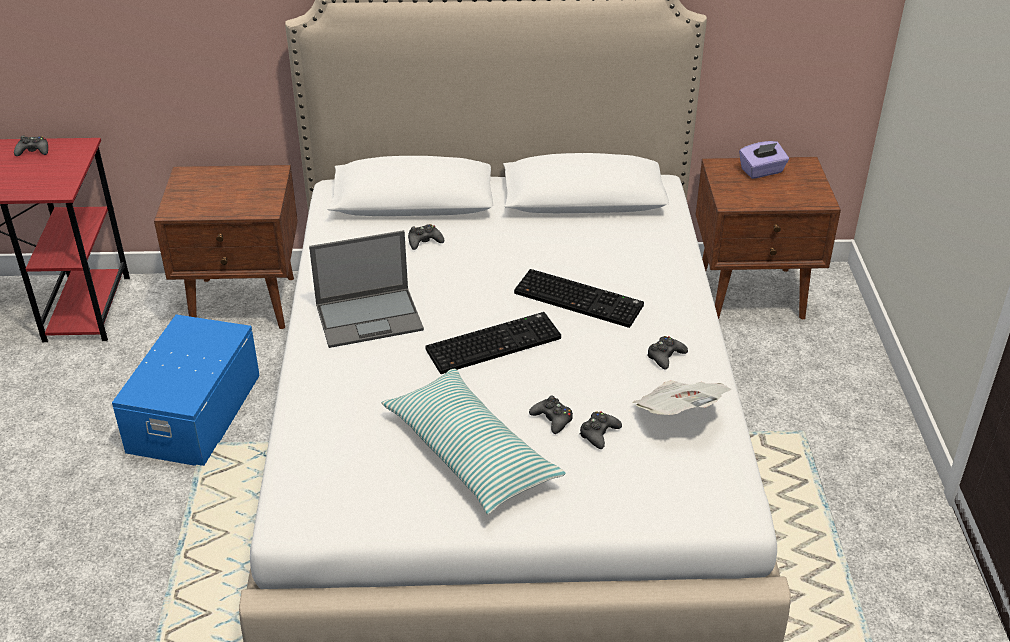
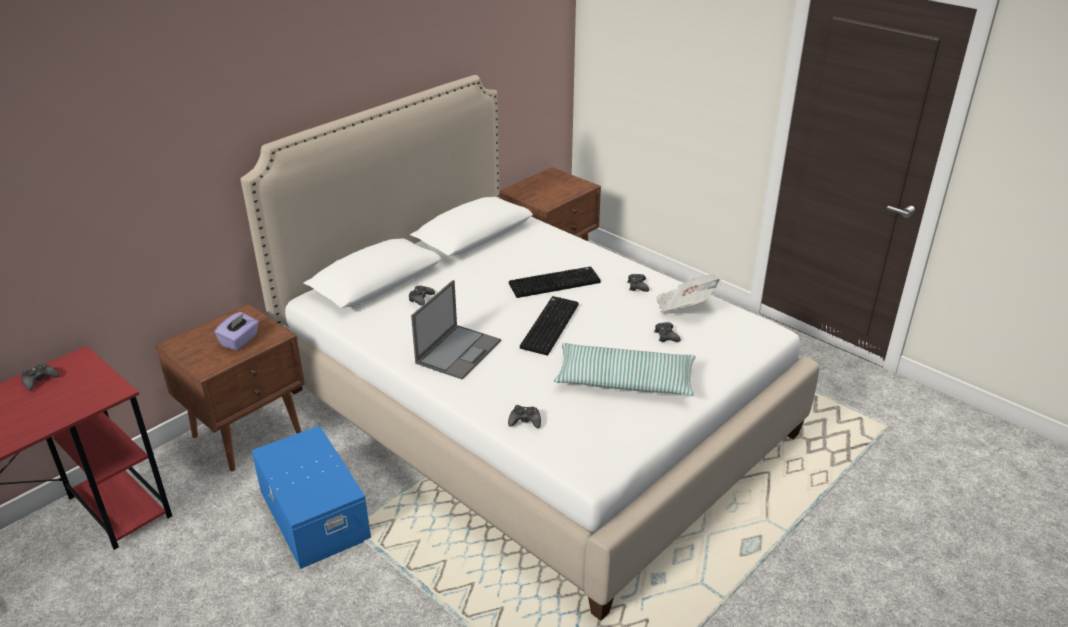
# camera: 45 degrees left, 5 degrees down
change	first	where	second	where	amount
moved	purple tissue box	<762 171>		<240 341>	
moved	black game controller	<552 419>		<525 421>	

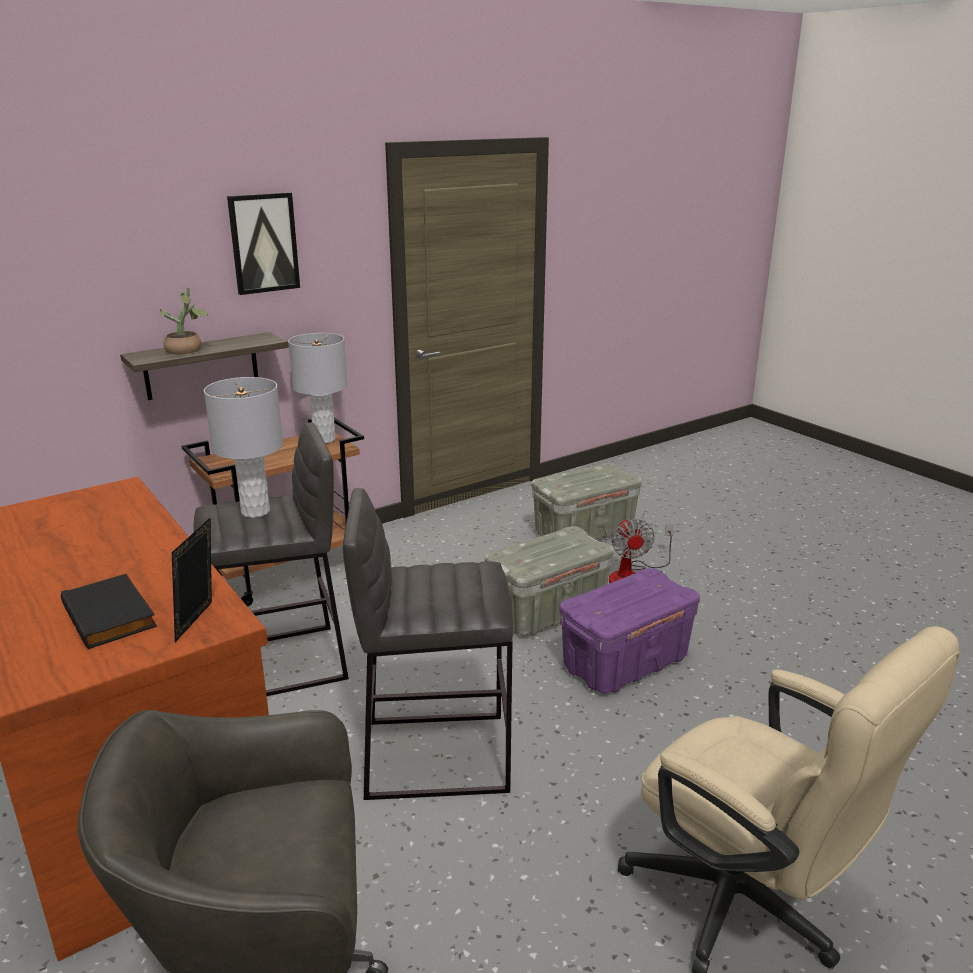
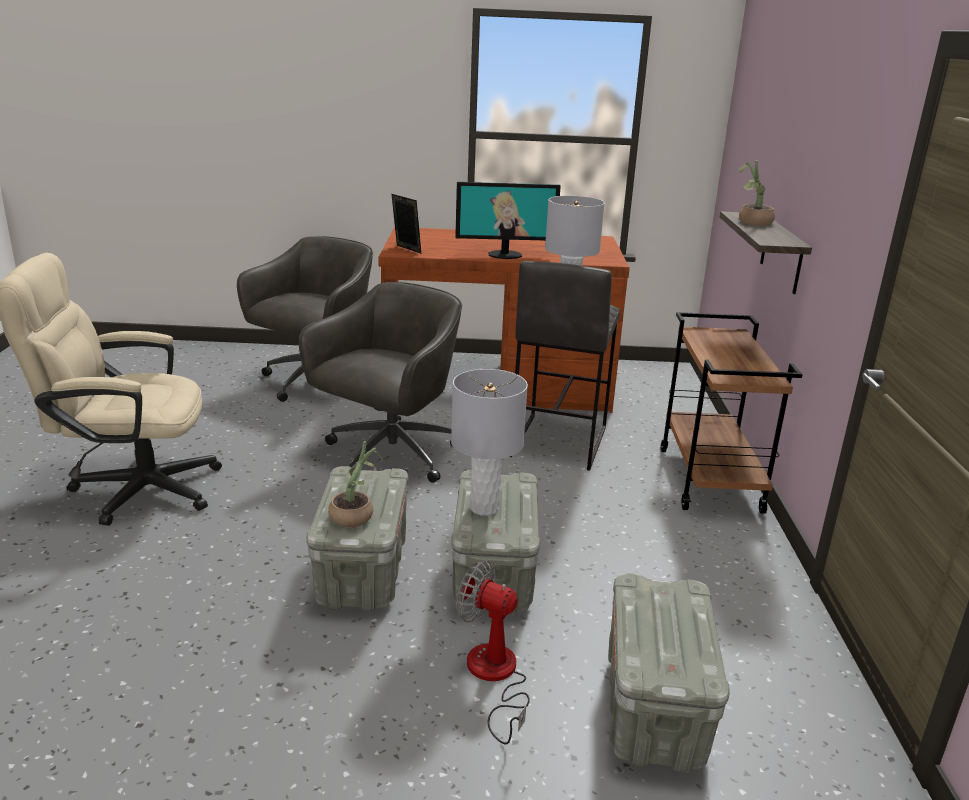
# camera: 125 degrees right, 0 degrees up
change	first	where	second	where	amount
replaced	grey stool	<434 754>	grey office chair	<389 456>	
recoloured	purple storage box	<625 663>	grey storage box	<362 573>	
added			potted plant	<356 515>	
moved	grey table lamp	<324 439>		<483 508>	
added			monitor	<505 254>	
removed	black book	<112 615>			
removed	picture	<263 243>			

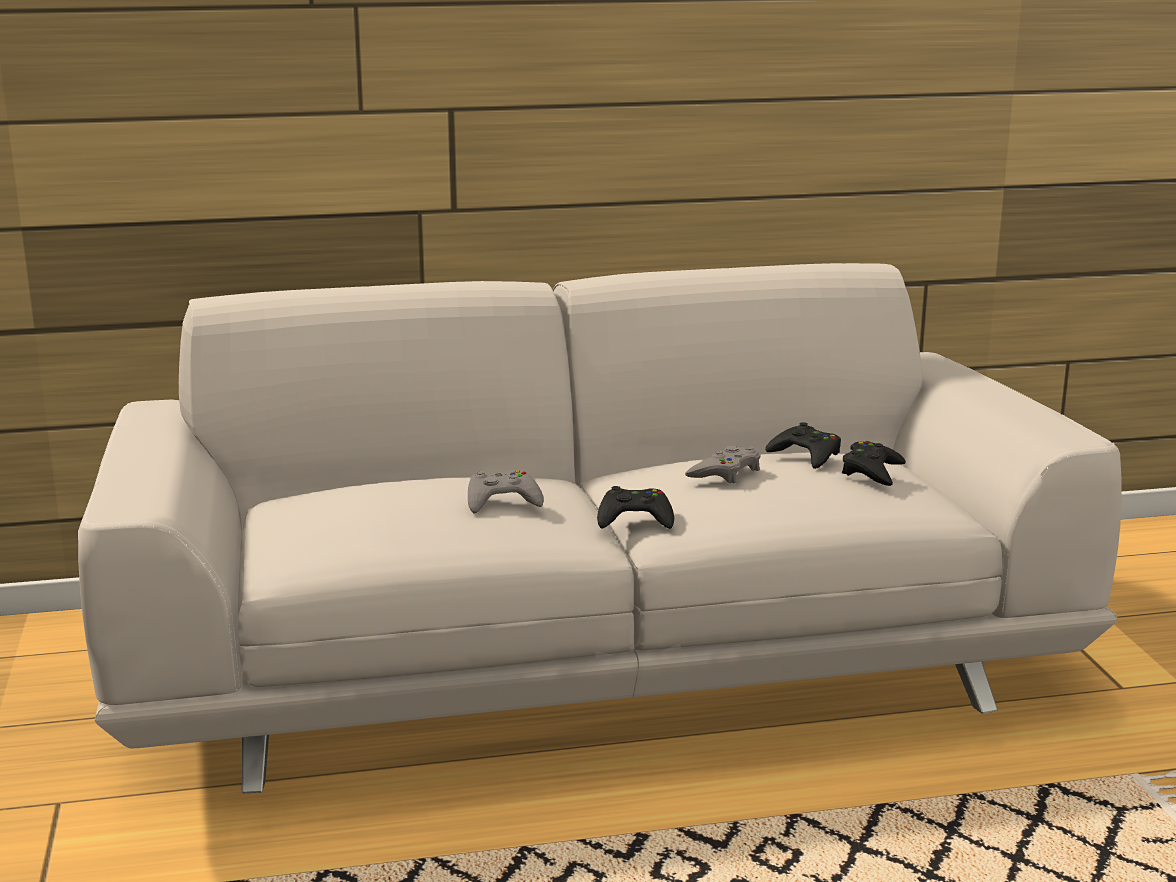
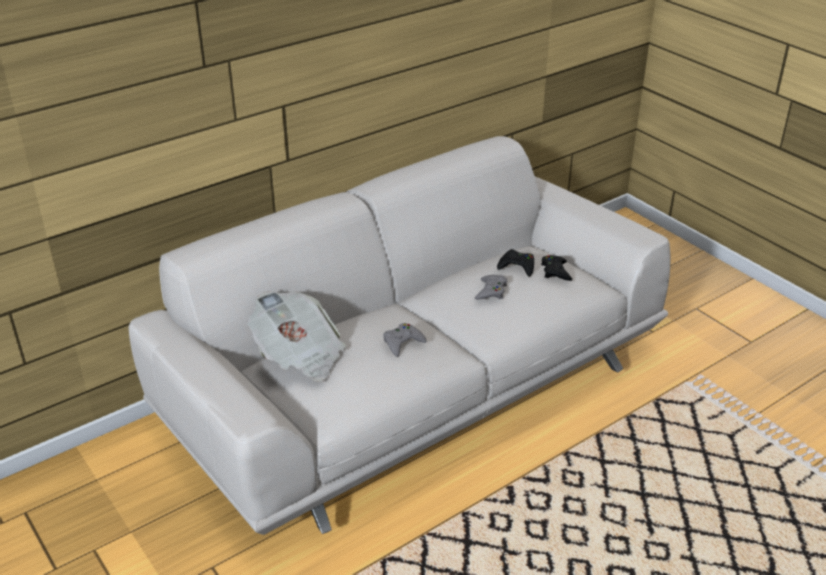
# camera: 25 degrees left, 15 degrees up
change	first	where	second	where	amount
added			newspaper	<299 355>	
removed	black game controller	<635 518>			

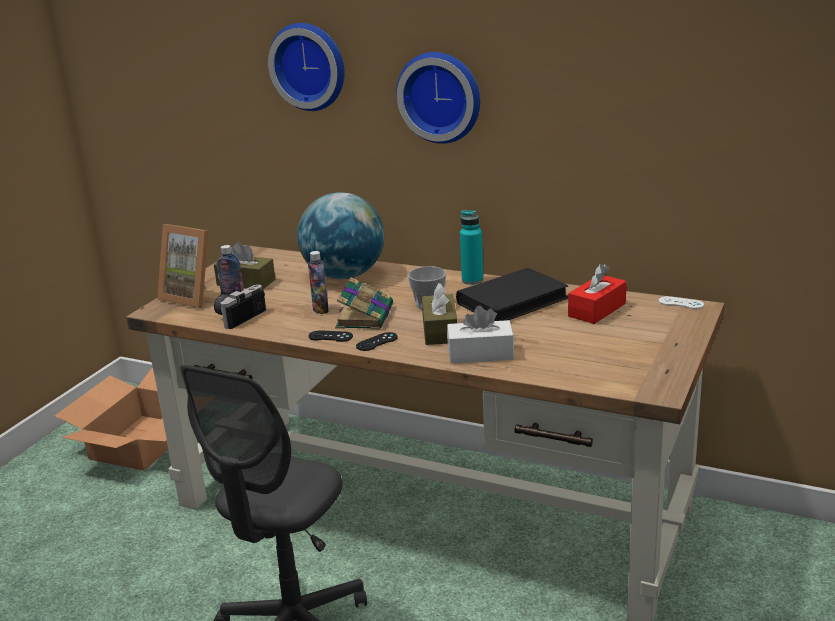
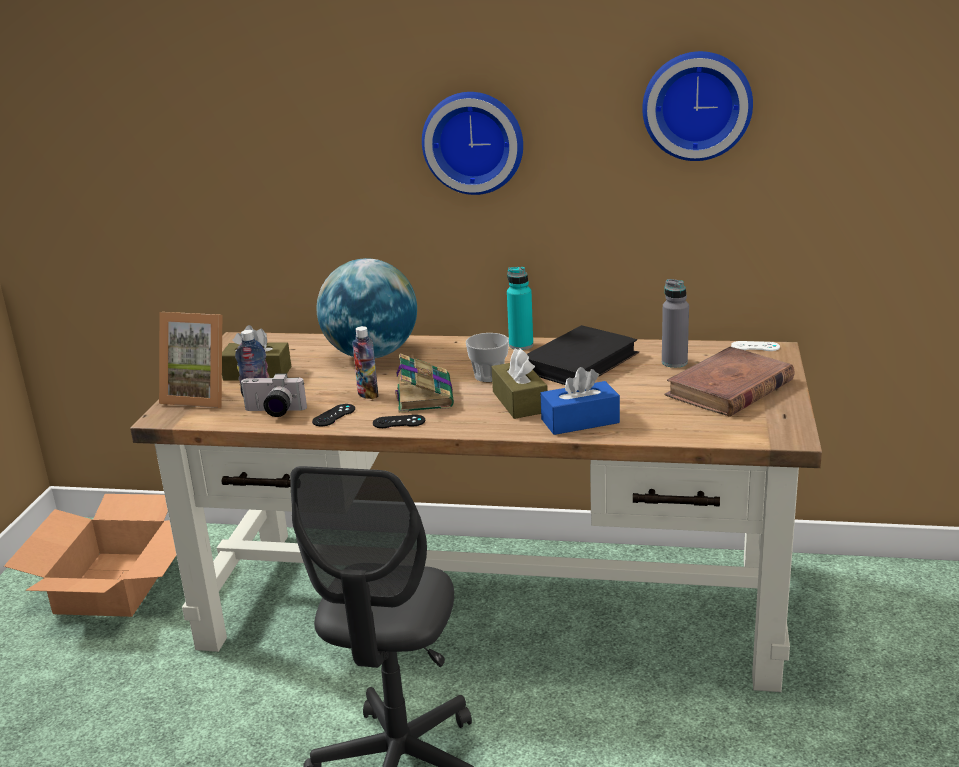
# camera: 15 degrees left, 0 degrees up
change	first	where	second	where	amount
turned	photo camera	<238 316>		<273 412>	105 degrees counterclockwise
moved	black game controller	<377 342>		<334 415>	
recoloured	white tissue box	<480 354>	blue tissue box	<580 421>	
moved	wall clock	<310 66>		<697 105>	
replaced	red tissue box	<597 310>	grey bottle	<674 362>	
added			brown book	<729 388>	

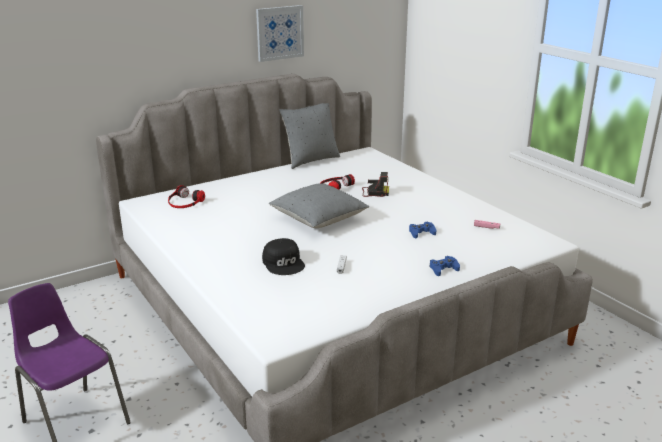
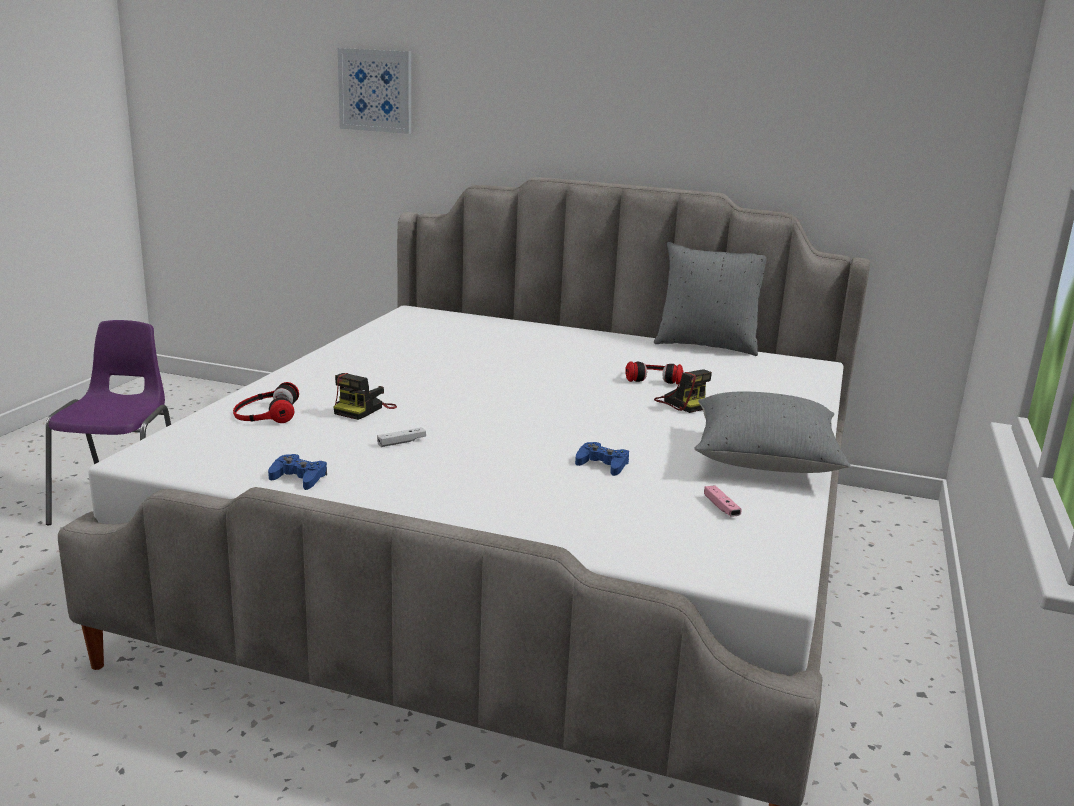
# camera: 50 degrees right, 5 degrees down
change	first	where	second	where	amount
moved	headphones	<184 202>		<265 413>	
moved	blue game controller	<443 269>		<299 478>	
replaced	black cap	<284 263>	photo camera	<364 409>	
moved	picture	<279 33>		<375 90>	
moved	grey pillow	<318 219>		<764 460>	

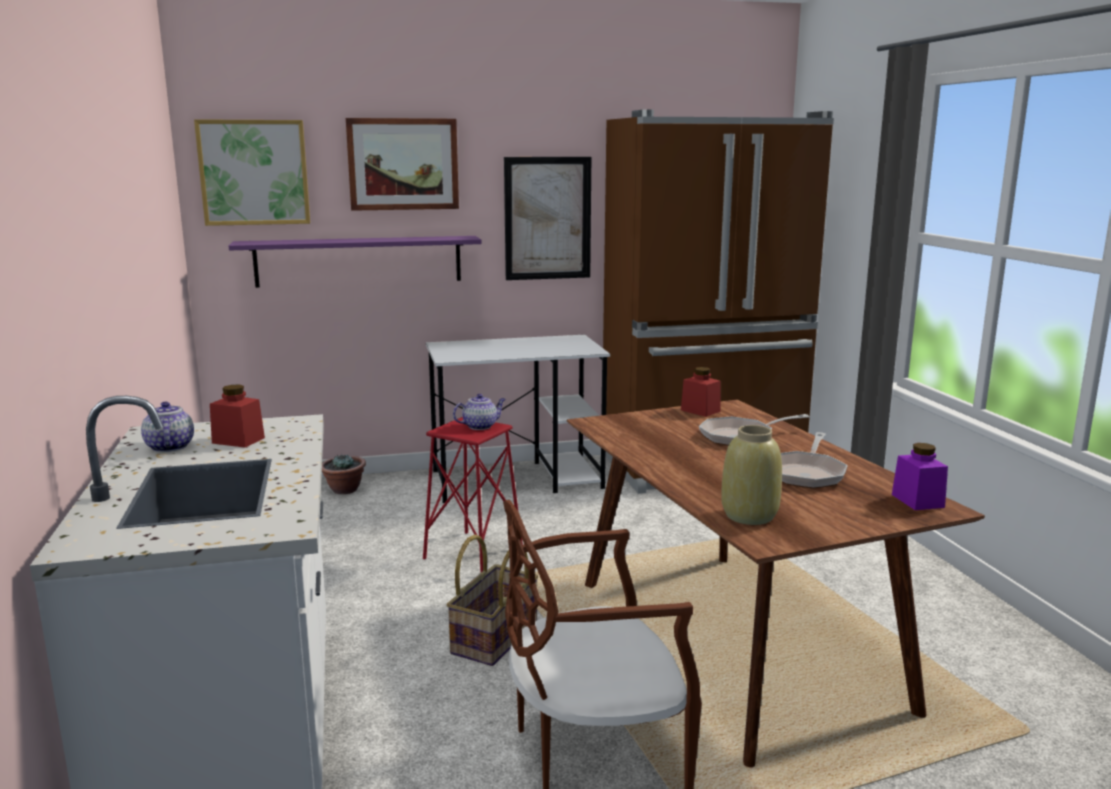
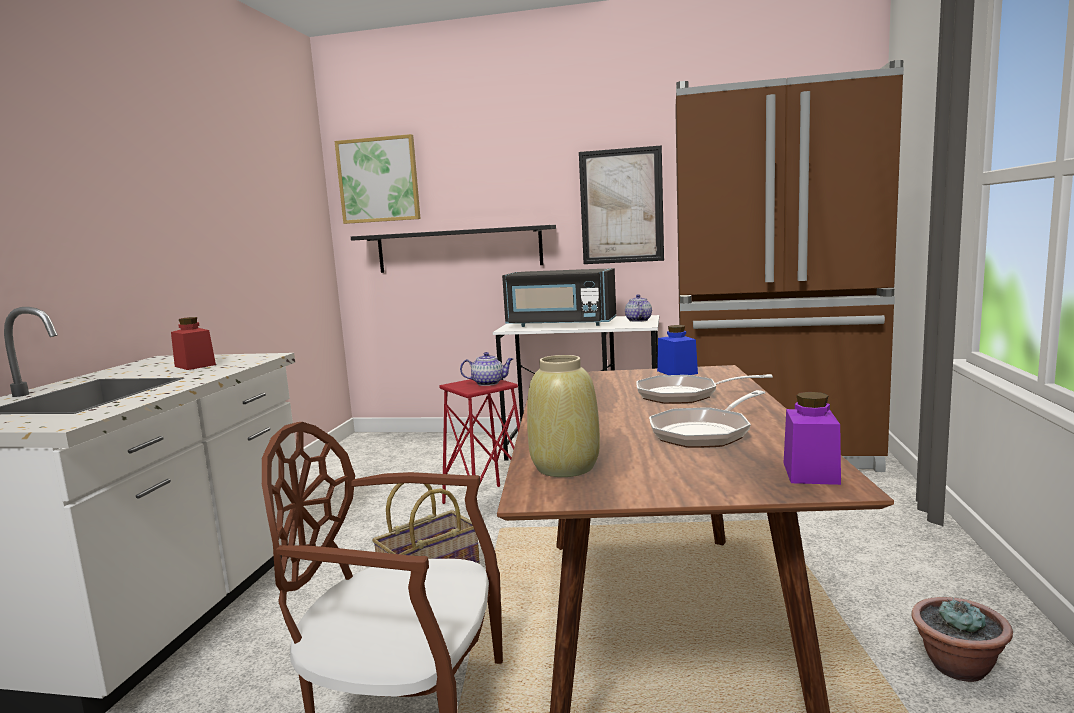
# camera: 25 degrees right, 5 degrees down
change	first	where	second	where	amount
recoloured	purple shelf	<359 261>	black shelf	<459 249>	
added			black microwave	<560 324>	
moved	teapot	<169 447>		<638 320>	
recoloured	red jar	<700 411>	blue jar	<677 372>	
moved	potted plant	<344 490>		<957 667>	
removed	picture	<403 164>			

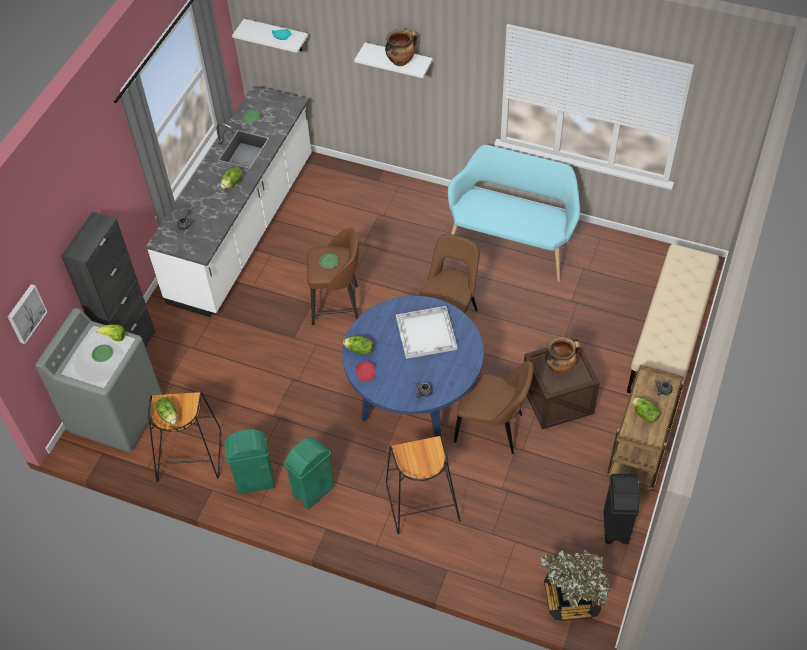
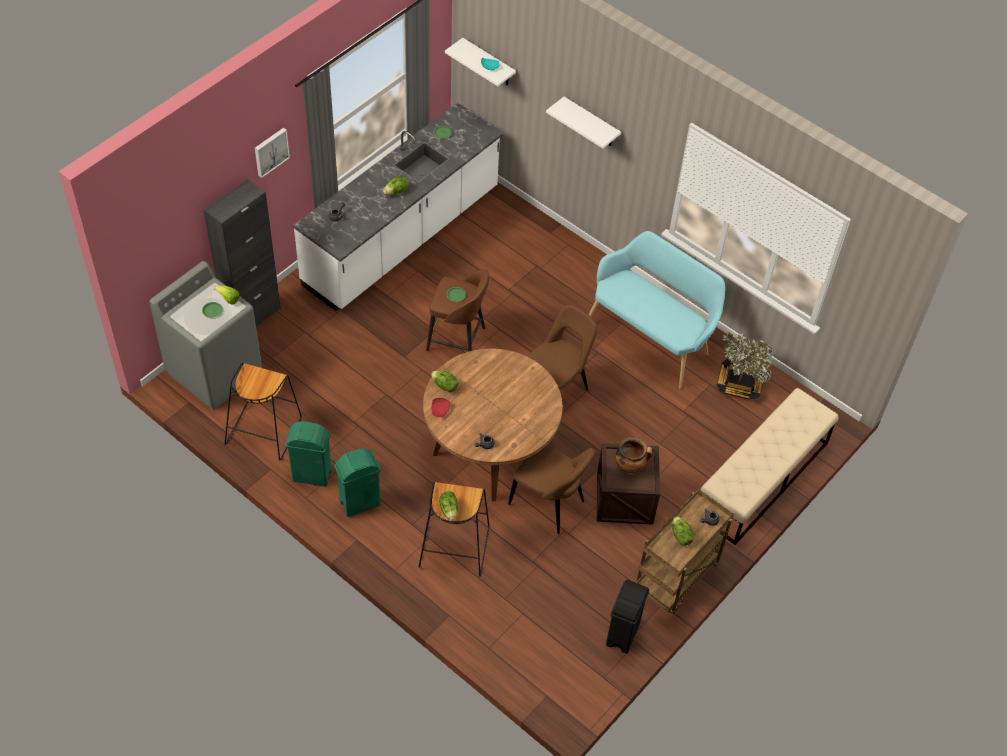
# camera: 15 degrees right, 0 degrees up
change	first	where	second	where	amount
moved	picture	<25 313>		<270 151>	
recoloured	blue dining table	<414 399>	brown dining table	<490 452>	
moved	lettuce	<168 415>		<449 509>	
moved	potted plant	<571 598>		<739 383>	
removed	cooking pot	<401 61>			
removed	white tray	<426 333>			

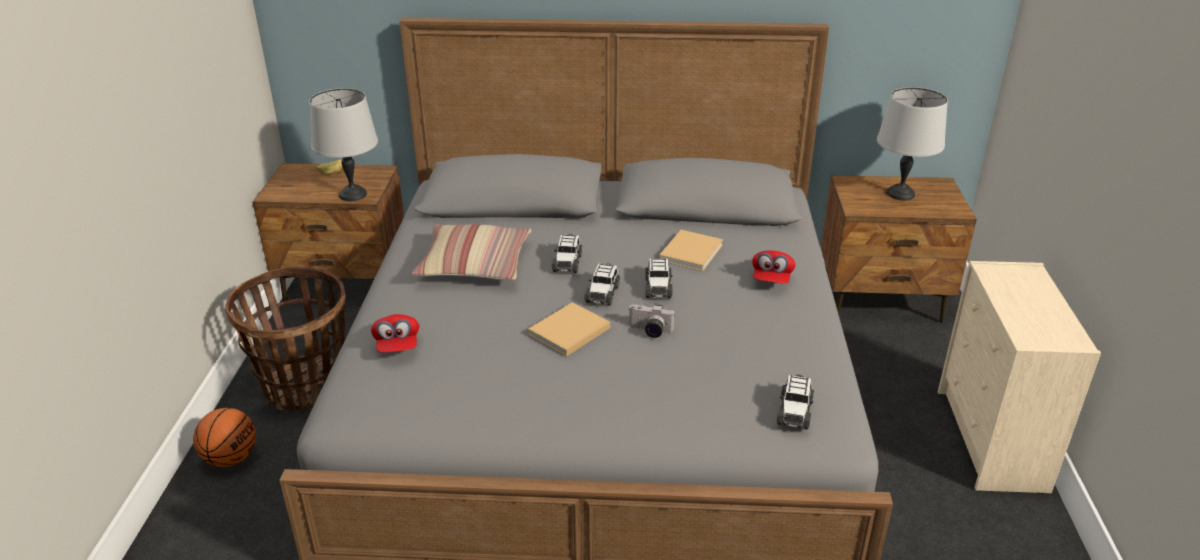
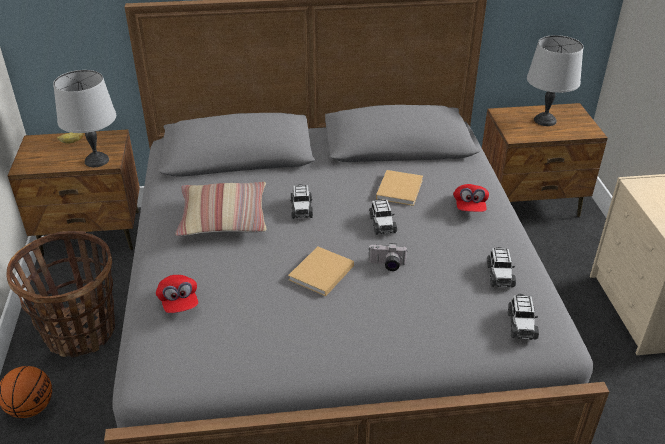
# camera: 10 degrees left, 5 degrees up
change	first	where	second	where	amount
moved	toy car	<602 293>		<499 275>	

